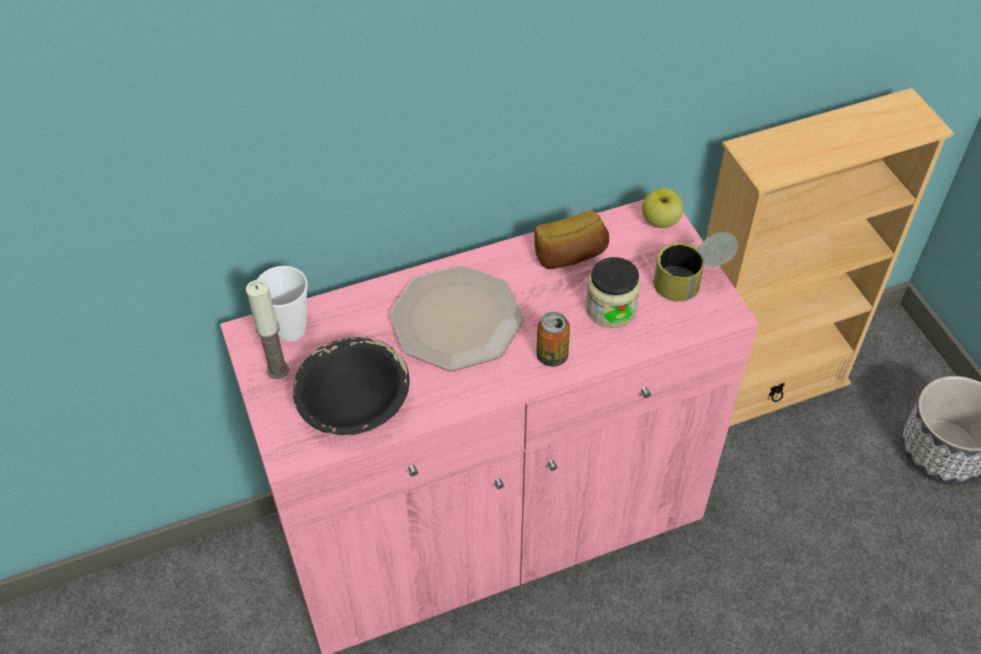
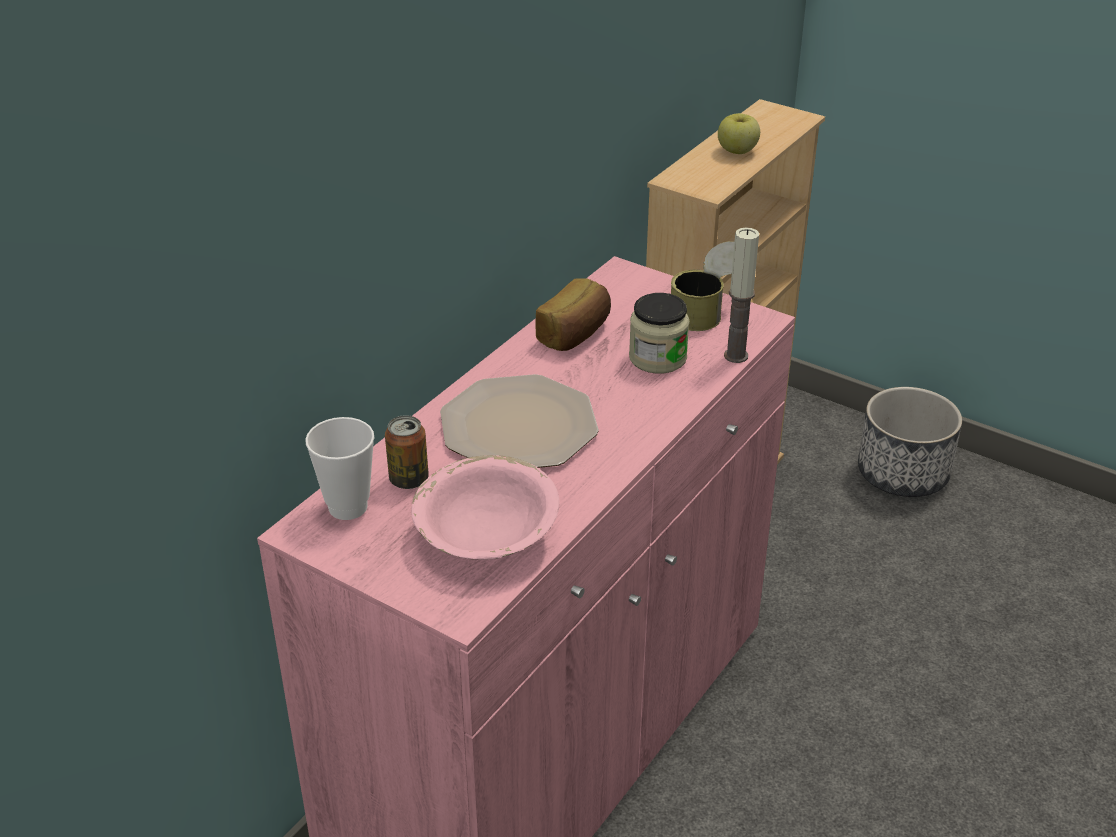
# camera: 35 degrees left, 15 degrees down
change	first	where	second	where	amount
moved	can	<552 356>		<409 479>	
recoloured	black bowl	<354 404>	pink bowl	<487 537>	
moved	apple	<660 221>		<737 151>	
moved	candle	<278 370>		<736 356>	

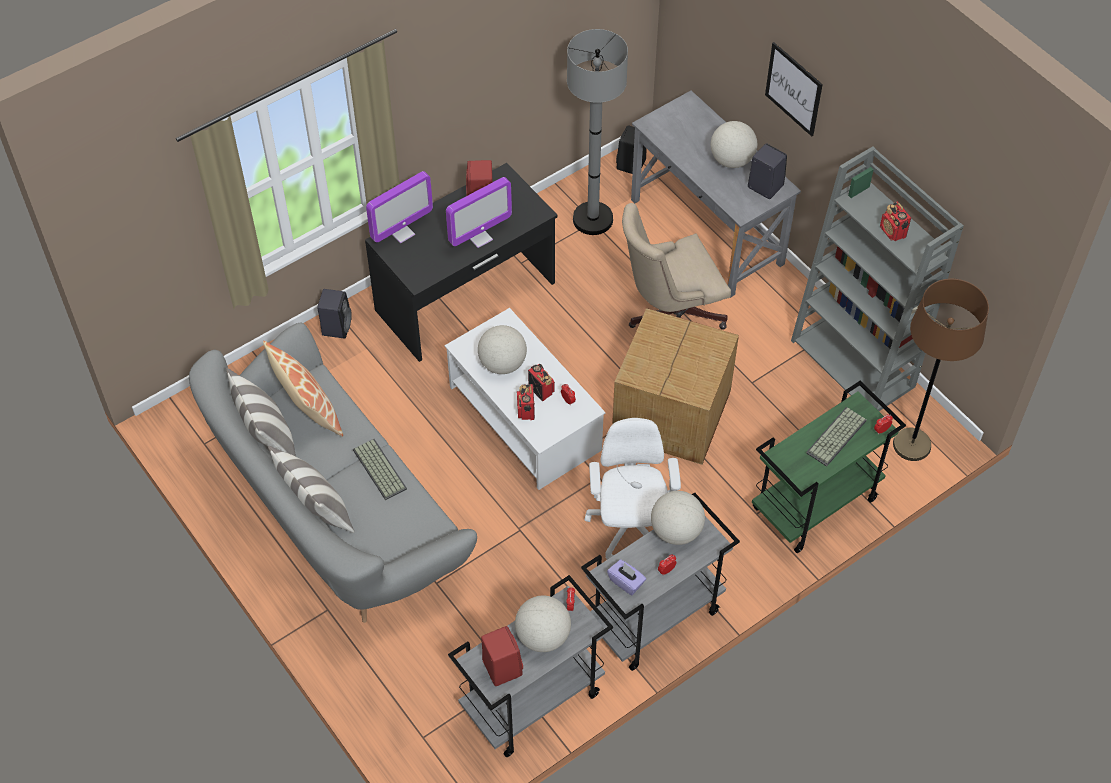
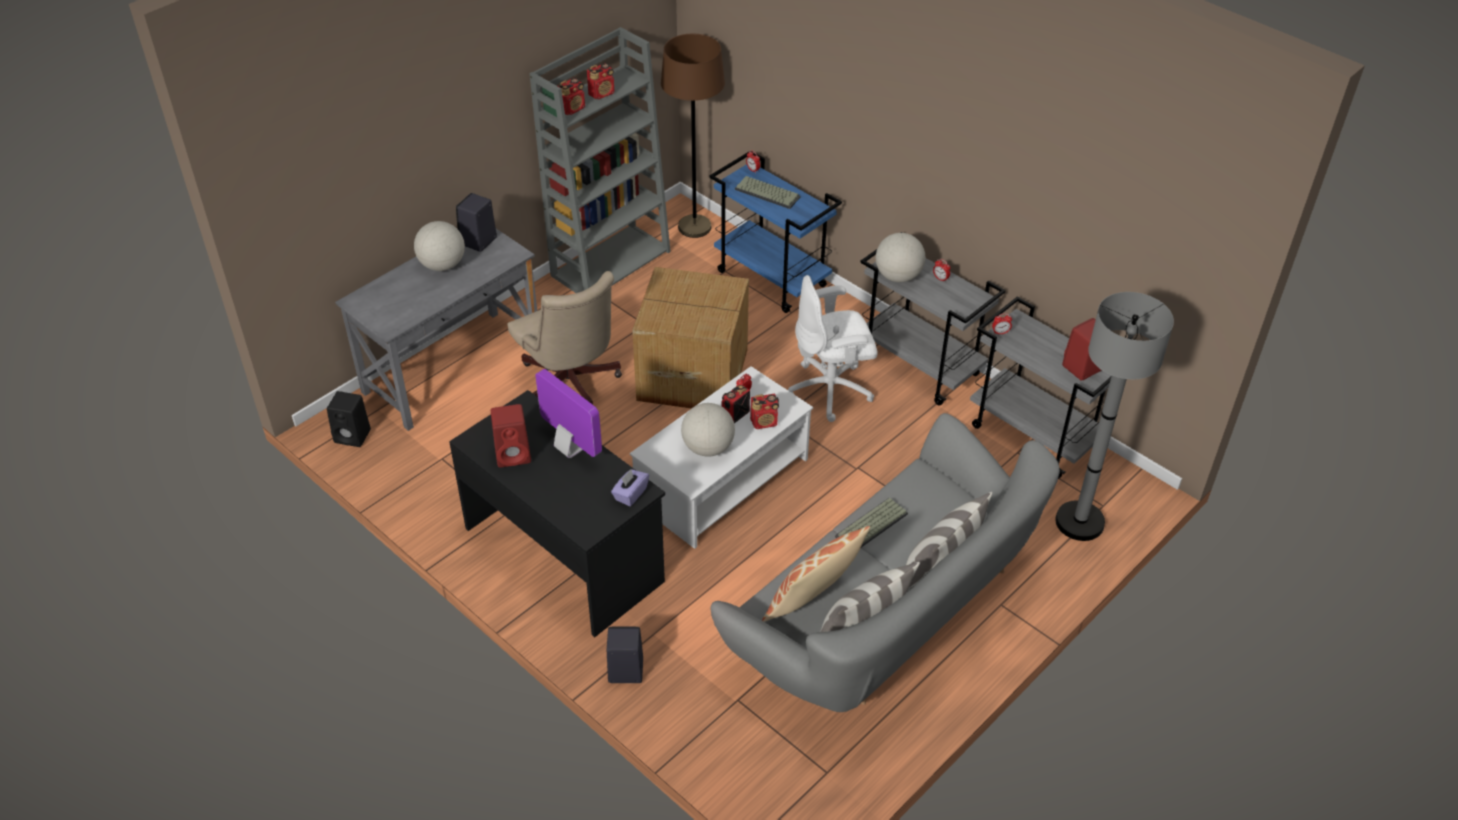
# camera: 100 degrees left, 10 degrees down
change	first	where	second	where	amount
added			radio	<572 109>	
moved	purple tissue box	<626 582>		<630 494>	
recoloured	green cart	<814 505>	blue cart	<773 279>	
moved	grey floor lamp	<593 219>		<1079 522>	
removed	monitor	<401 233>			
removed	globe	<543 636>			
removed	picture	<793 89>			

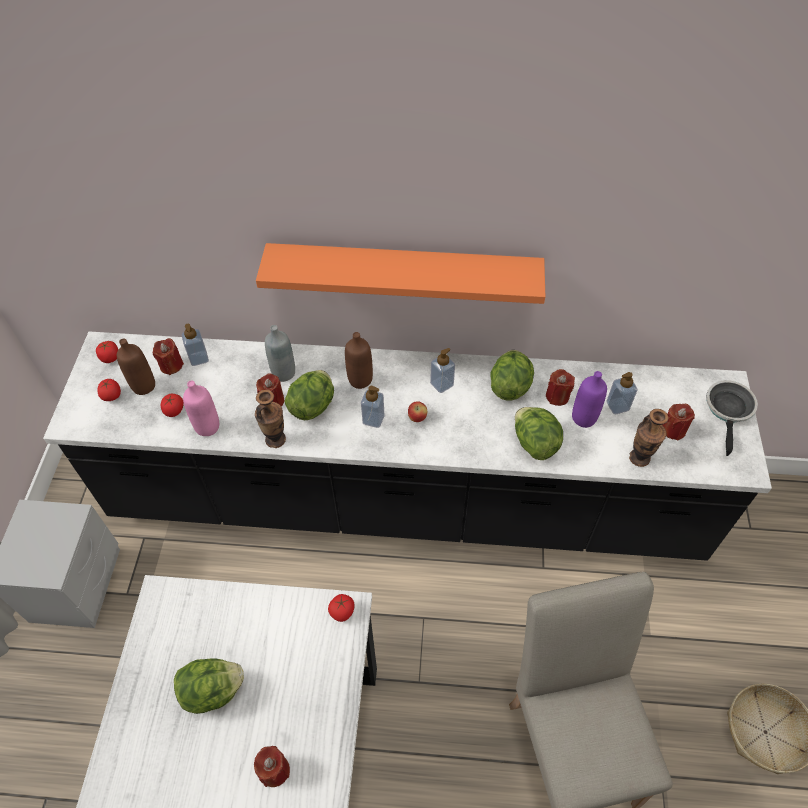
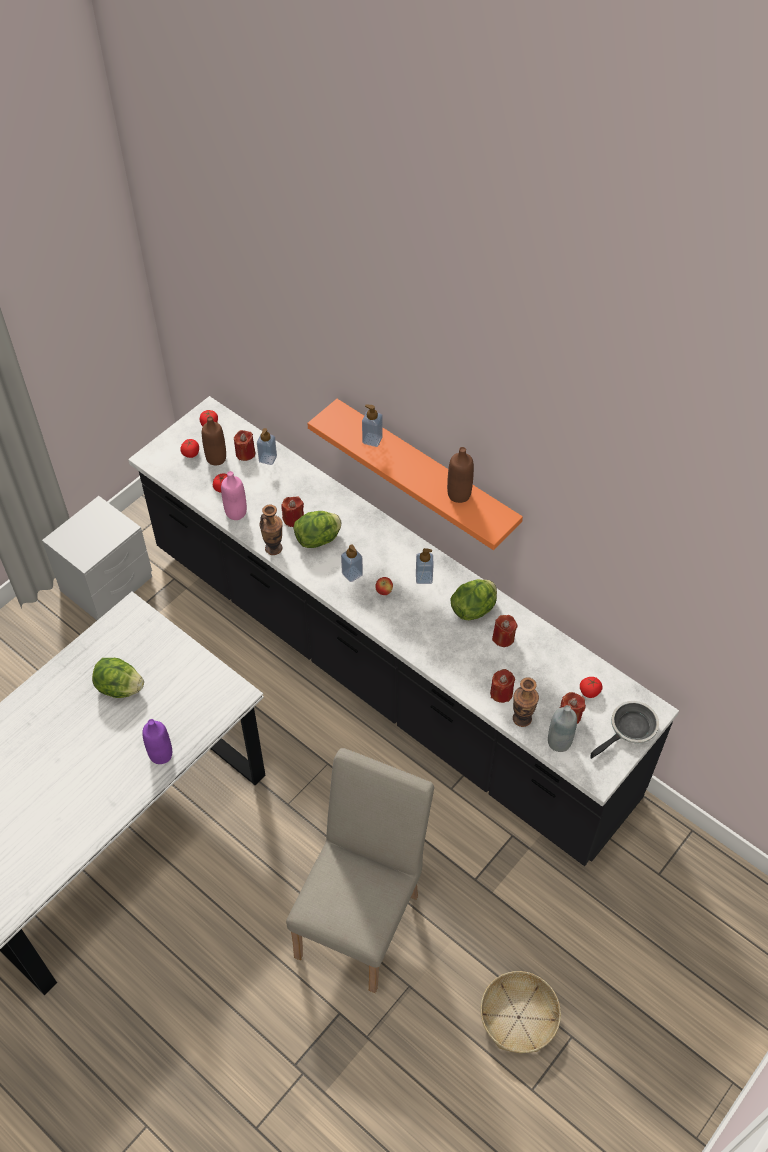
# camera: 35 degrees right, 0 degrees up
change	first	where	second	where	amount
moved	purple bottle	<584 418>		<161 754>	
moved	soap dispenser	<617 406>		<372 440>	
moved	brown bottle	<360 380>		<459 494>	
moved	red candle	<274 770>		<501 693>	
moved	grey bottle	<283 373>		<559 742>	
moved	tomato	<342 611>		<589 691>	
removed	lettuce	<534 443>			

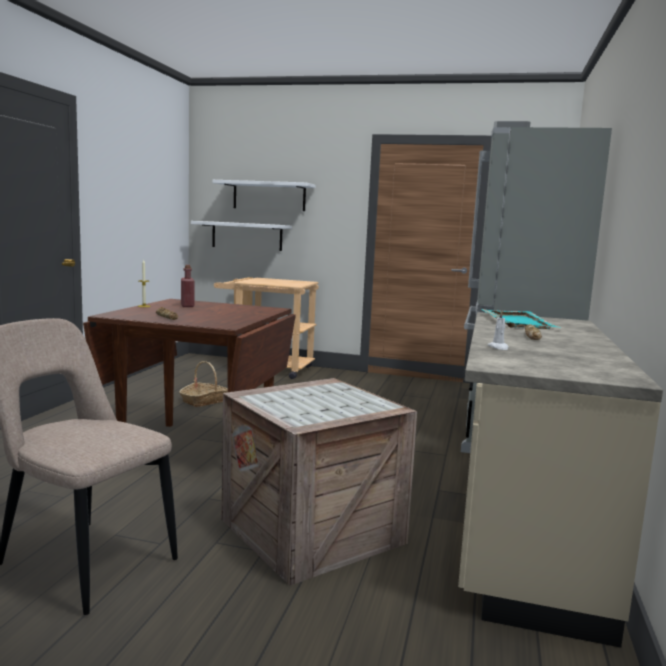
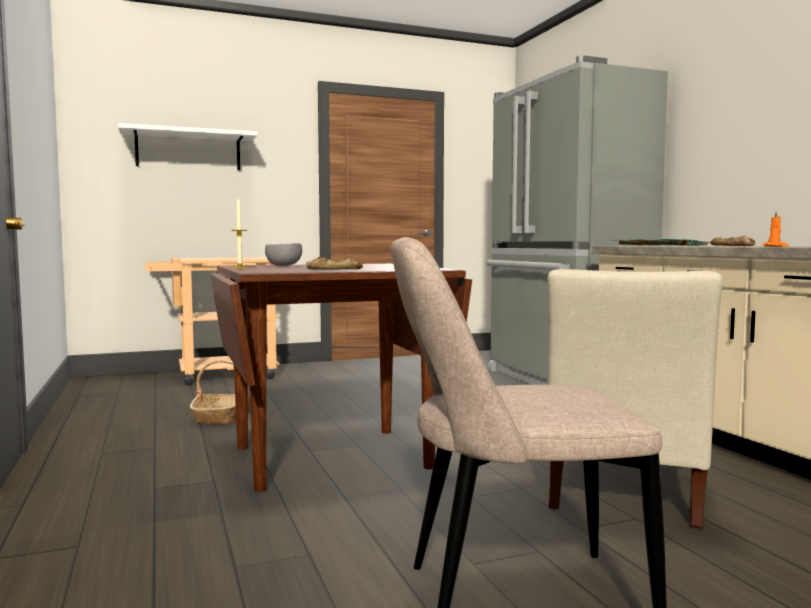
# camera: 35 degrees left, 5 degrees down
change	first	where	second	where	amount
replaced	red bottle	<187 306>	grey bowl	<283 266>	
replaced	crate	<309 530>	beige chair	<622 489>	
recoloured	white candle	<498 347>	orange candle	<775 246>	
removed	white shelf	<247 236>			

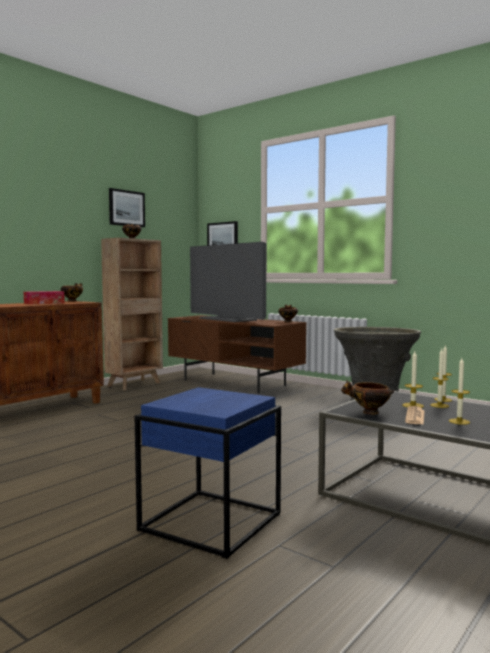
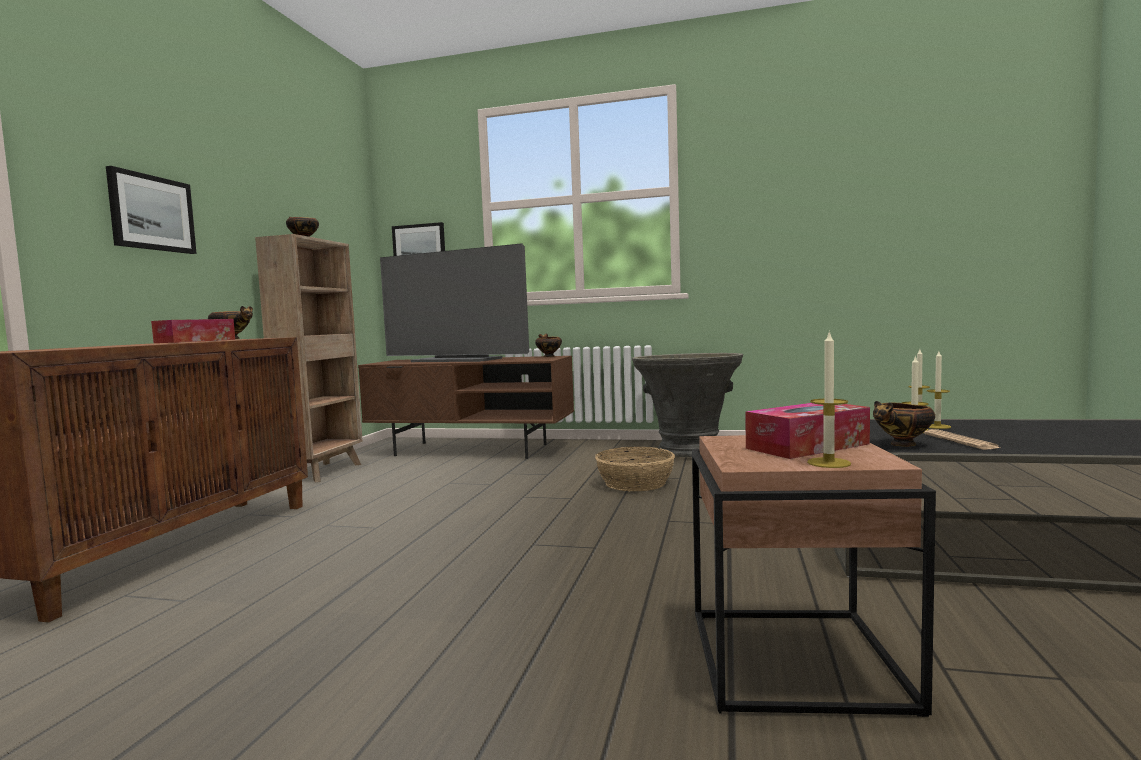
# camera: 25 degrees left, 0 degrees up
change	first	where	second	where	amount
moved	picture	<126 208>		<151 213>	
added			basket	<636 483>	
recoloured	blue side table	<211 523>	brown side table	<798 660>	
added			tissue box	<807 446>	
moved	candle	<459 421>		<828 463>	

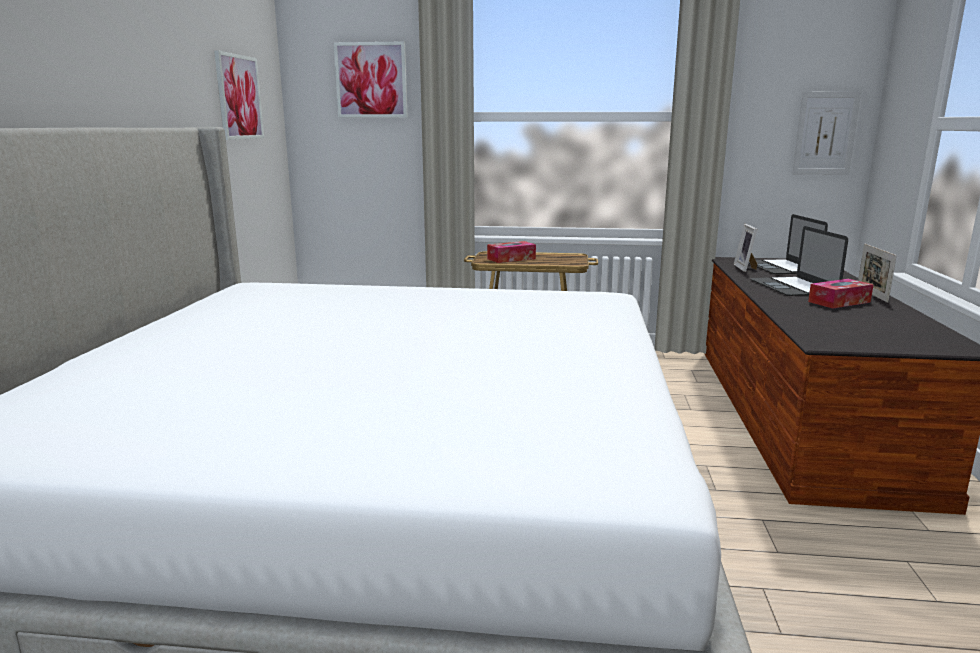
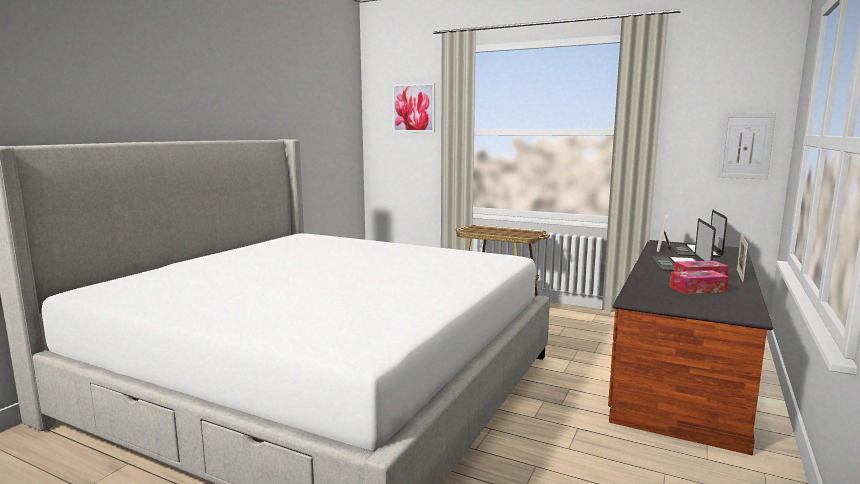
# camera: 20 degrees right, 5 degrees down
change	first	where	second	where	amount
moved	tissue box	<511 259>		<697 289>	
removed	picture	<239 97>			

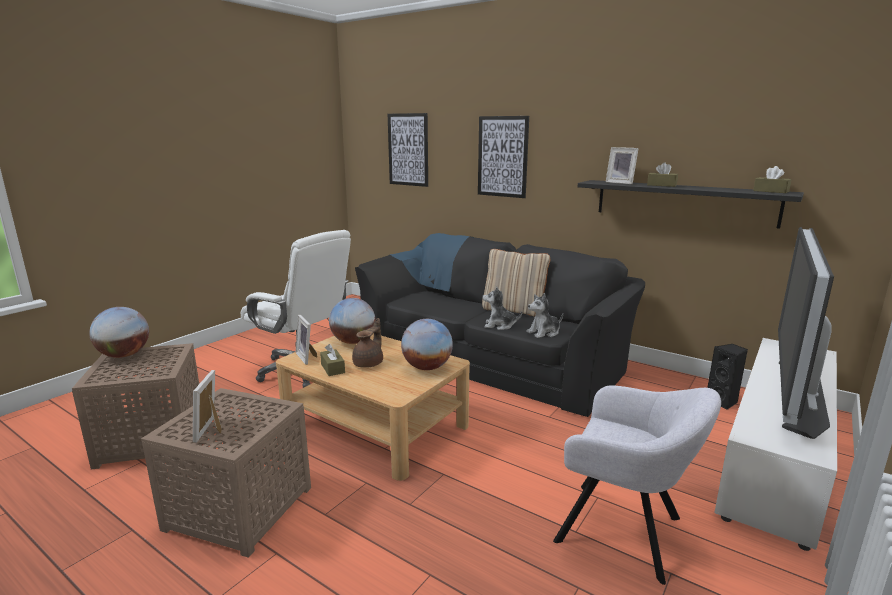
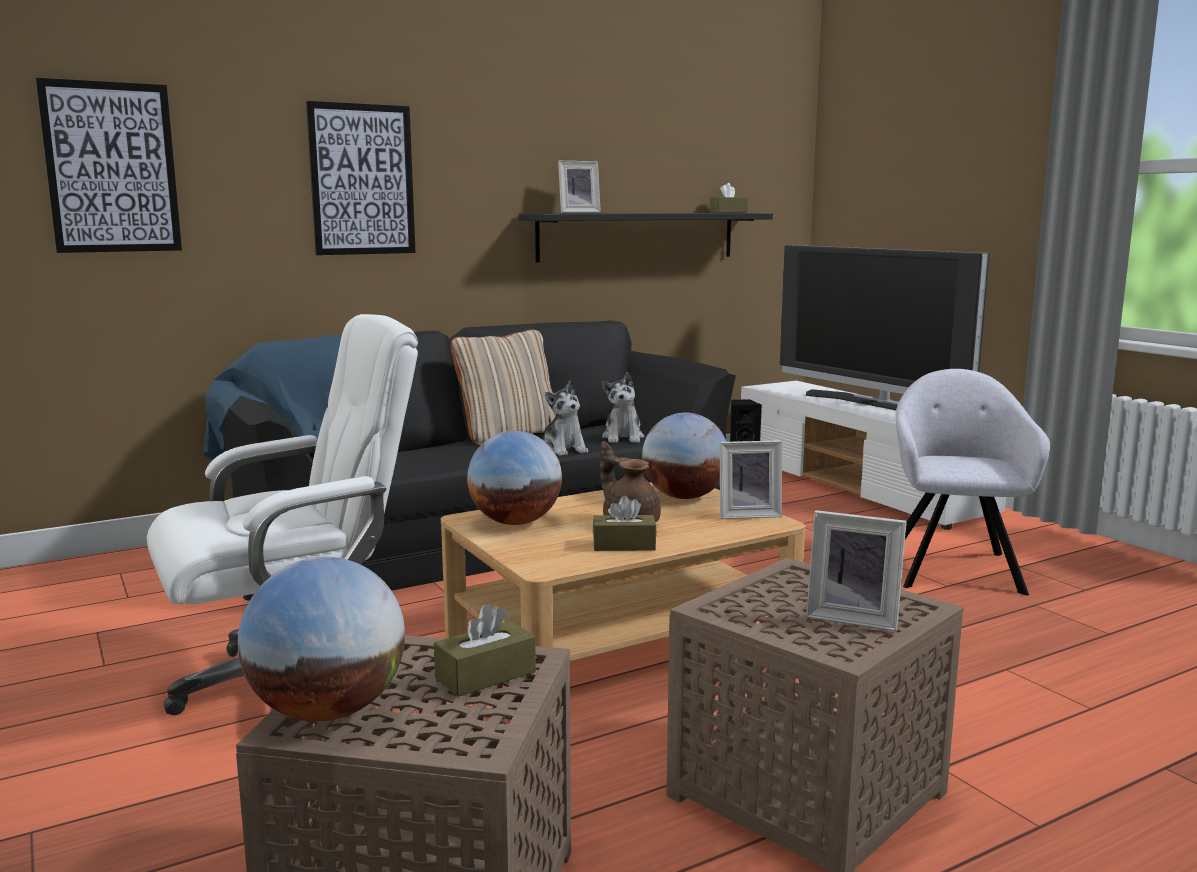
# camera: 65 degrees left, 5 degrees down
change	first	where	second	where	amount
moved	brown tissue box	<661 185>		<485 675>	
turned	plush toy	<499 325>		<564 449>	60 degrees counterclockwise
moved	picture frame	<307 357>		<748 514>	
turned	grey armchair	<625 531>		<953 567>	45 degrees counterclockwise

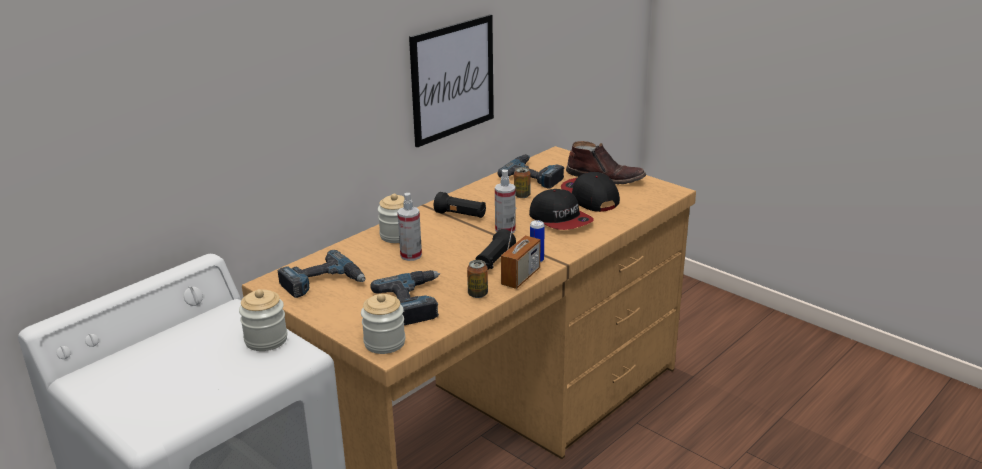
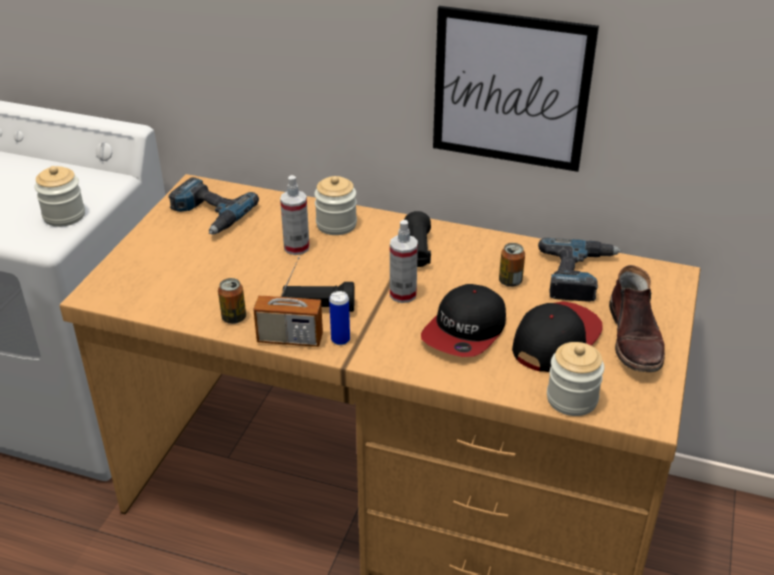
# camera: 65 degrees right, 10 degrees up
change	first	where	second	where	amount
moved	jar	<384 343>		<572 399>	
removed	power drill	<415 302>			

